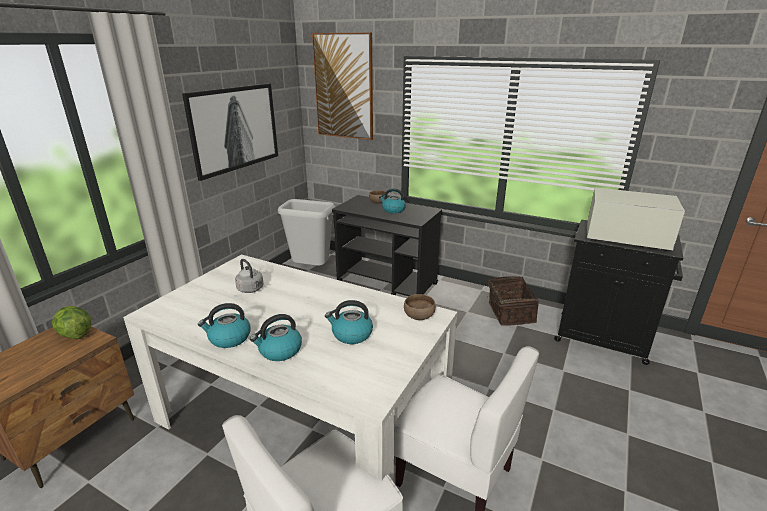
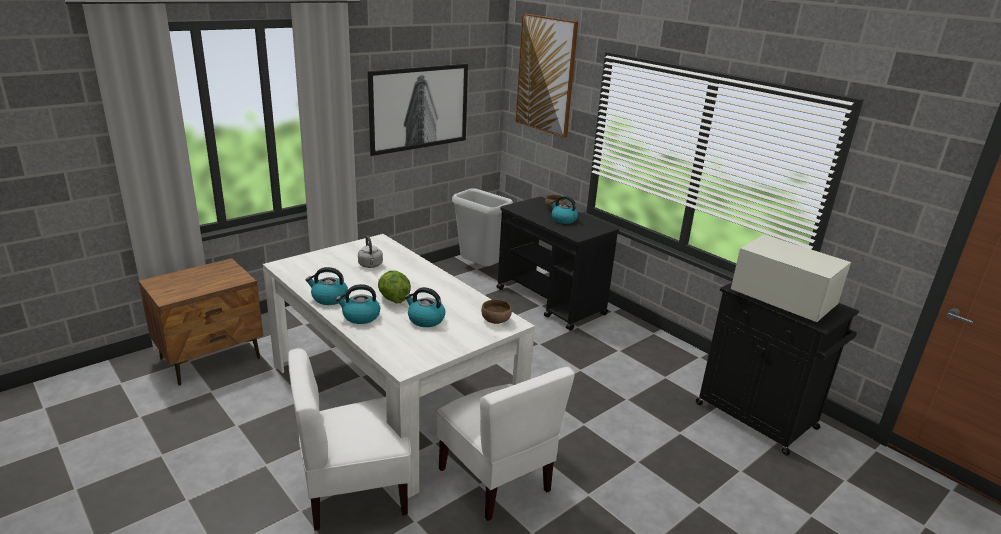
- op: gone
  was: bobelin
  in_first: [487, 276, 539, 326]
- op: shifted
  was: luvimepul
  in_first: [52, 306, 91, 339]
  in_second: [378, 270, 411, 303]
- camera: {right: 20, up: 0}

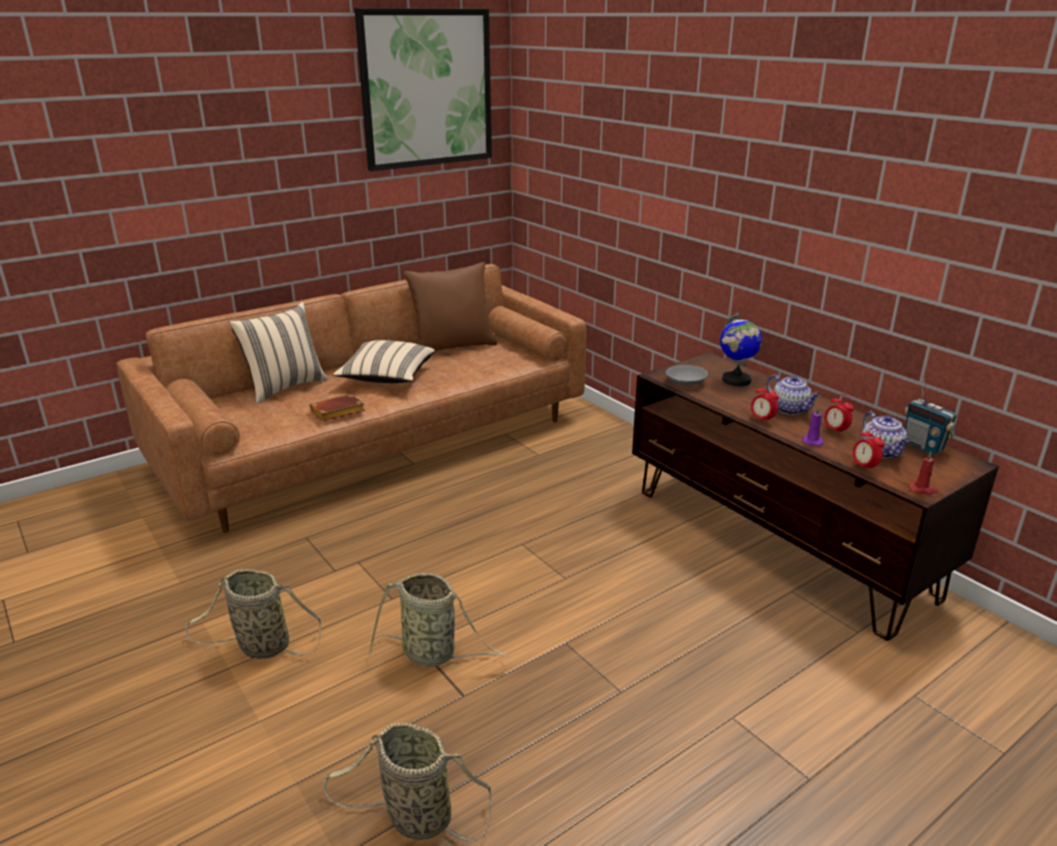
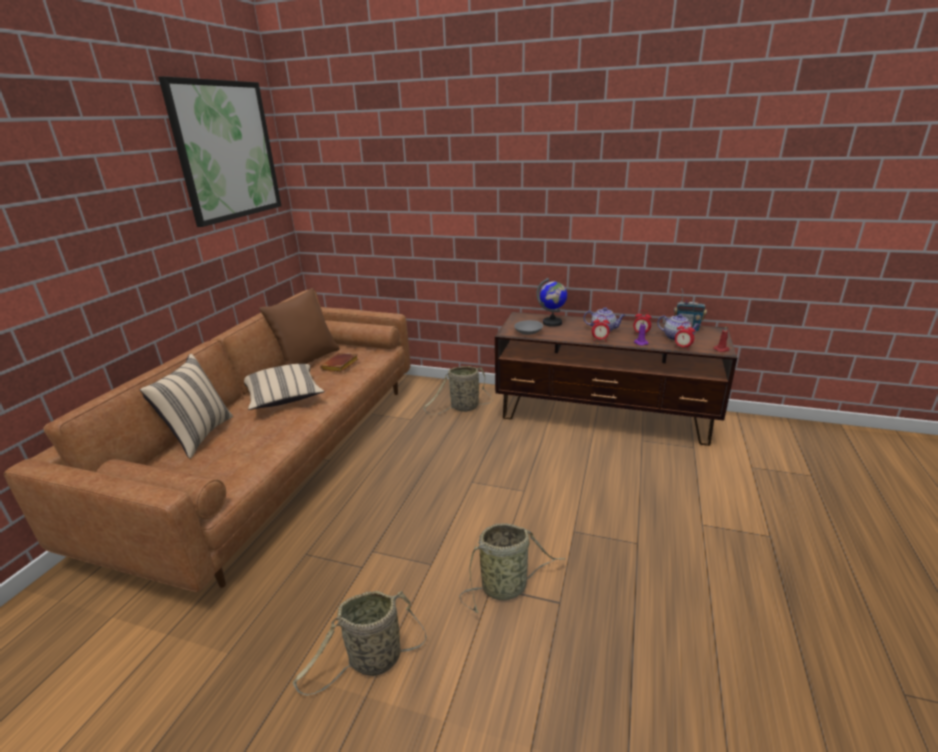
- op: shifted
  was: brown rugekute
  in_first: [310, 394, 365, 421]
  in_second: [320, 353, 359, 372]
- op: shifted
  was: bobelin
  in_first: [324, 723, 491, 842]
  in_second: [423, 366, 493, 415]
- camera: {right: -35, up: 0}

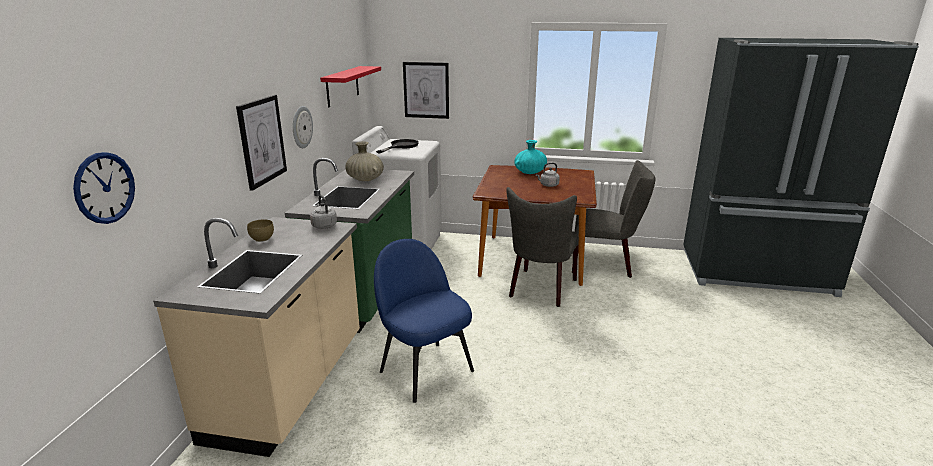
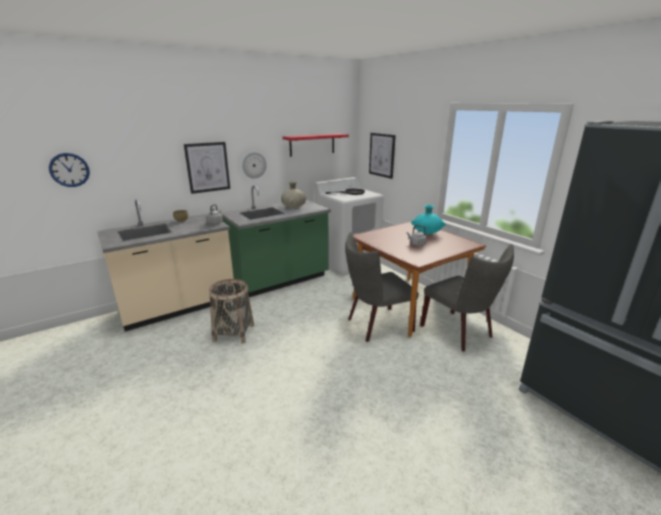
- op: swapped
  was: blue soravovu
  now: bobelin
  in_first: [374, 239, 474, 403]
  in_second: [209, 279, 254, 343]
- camera: {right: 45, up: 0}

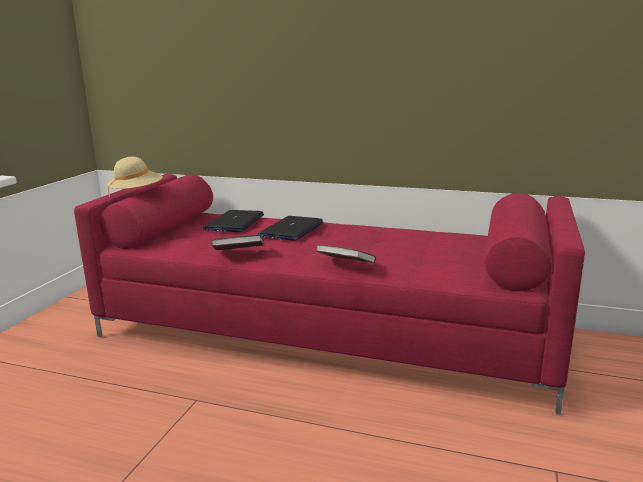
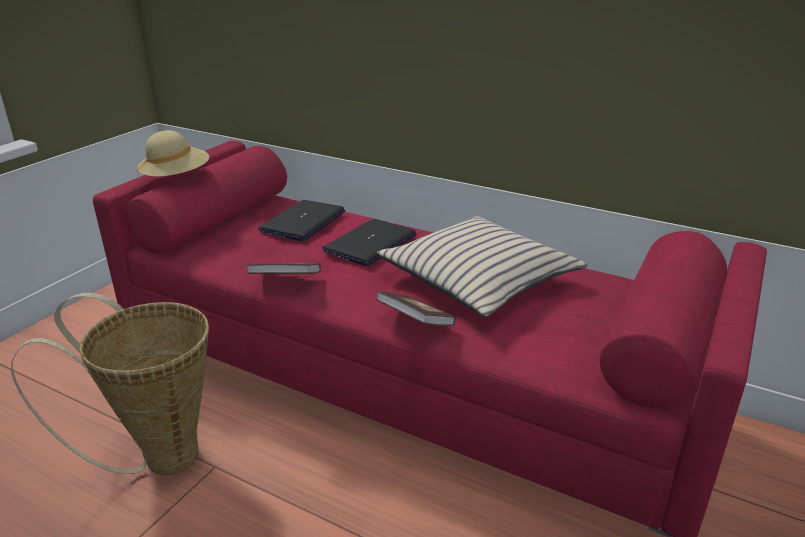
- op: new
  now: bobelin
  in_second: [11, 293, 209, 475]
- op: new
  now: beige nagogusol
  in_second: [377, 216, 587, 317]
- camera: {right: 10, up: 10}

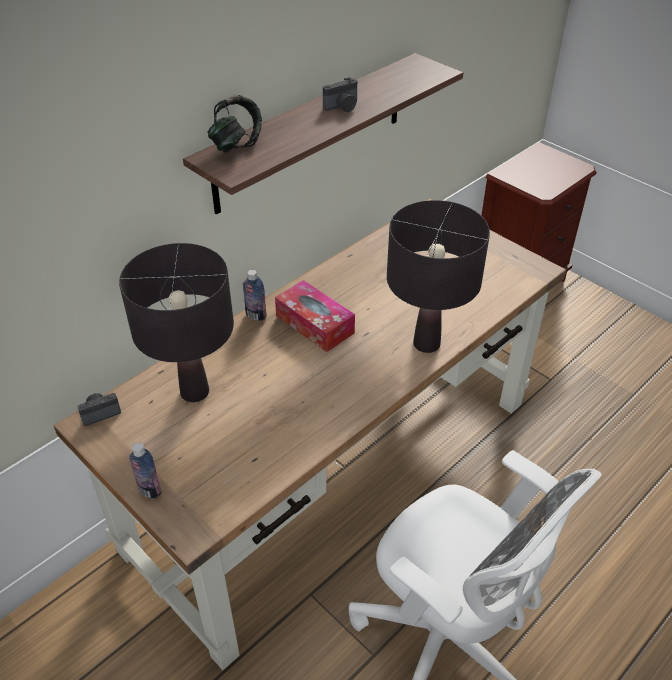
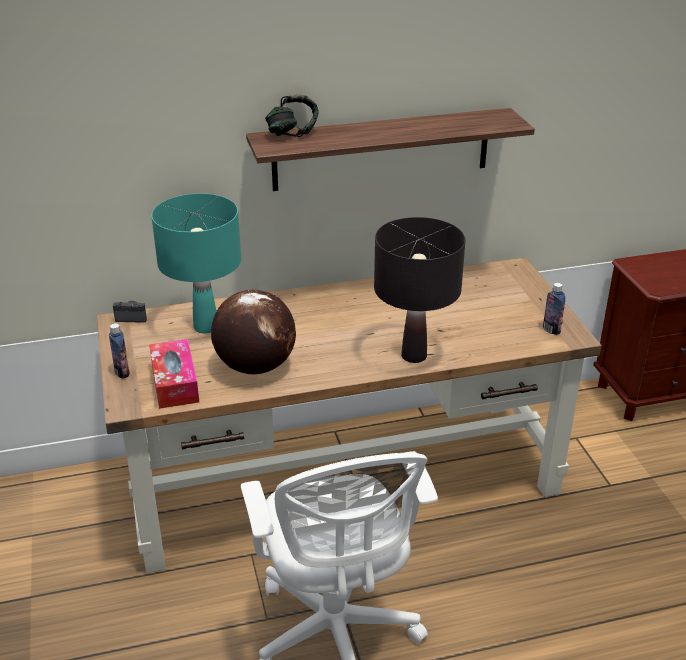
- op: gone
  was: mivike
  in_first: [323, 77, 357, 112]
- op: new
  now: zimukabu
  in_second: [211, 290, 296, 374]
- op: shifted
  was: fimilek
  in_first: [243, 270, 267, 321]
  in_second: [543, 283, 565, 335]
- op: shifted
  was: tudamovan
  in_first: [275, 280, 355, 352]
  in_second: [149, 339, 199, 409]
- op: repainted
  was: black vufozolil
  now: turquoise vufozolil
  in_first: [119, 243, 234, 402]
  in_second: [151, 193, 241, 334]
- camera: {right: 30, up: -10}

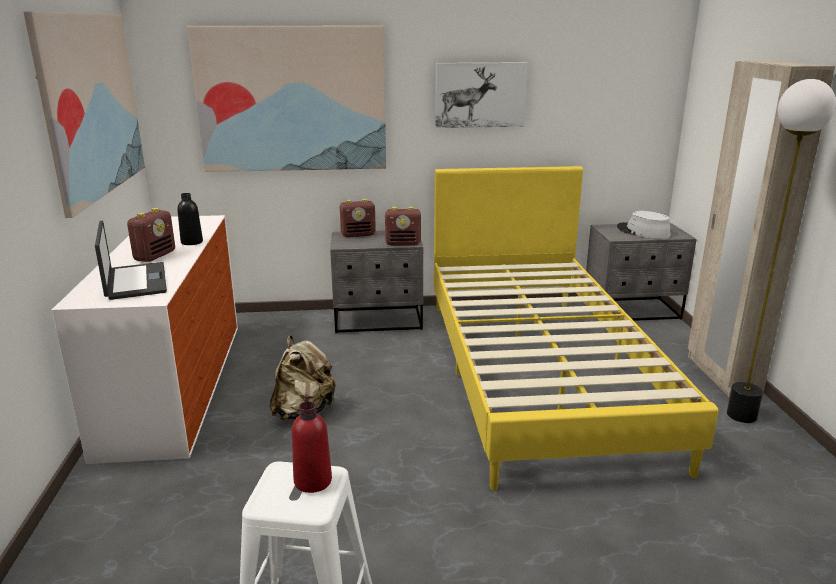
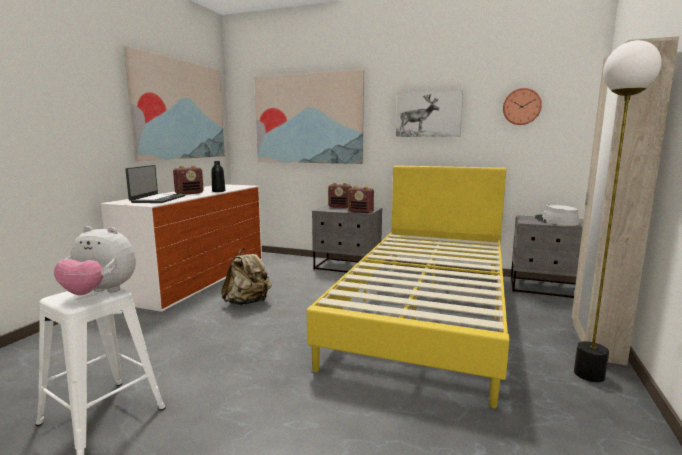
- op: new
  now: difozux
  in_second: [503, 88, 542, 125]
- op: swapped
  was: red fimilek
  now: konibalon
  in_first: [292, 402, 332, 493]
  in_second: [54, 226, 136, 295]
- camera: {right: 25, up: -10}

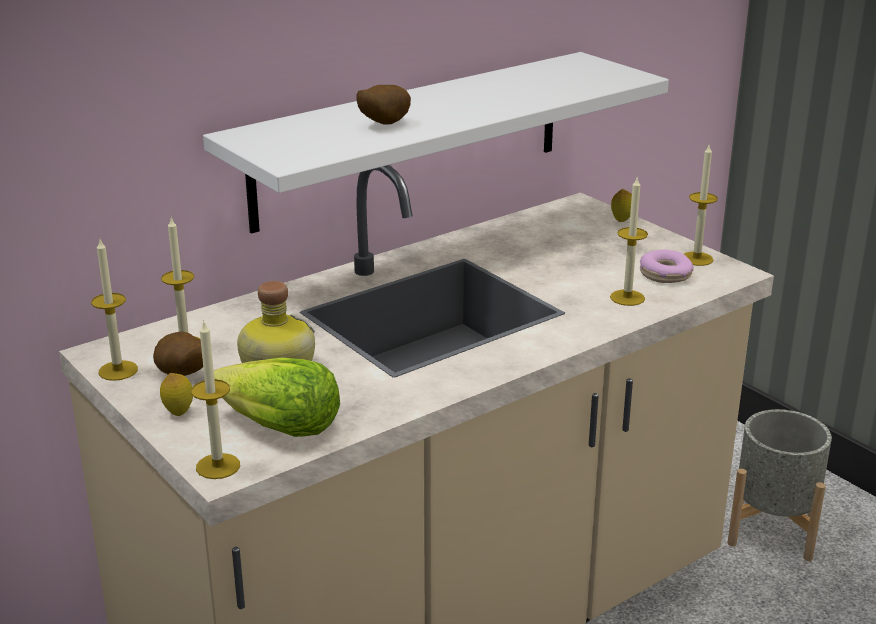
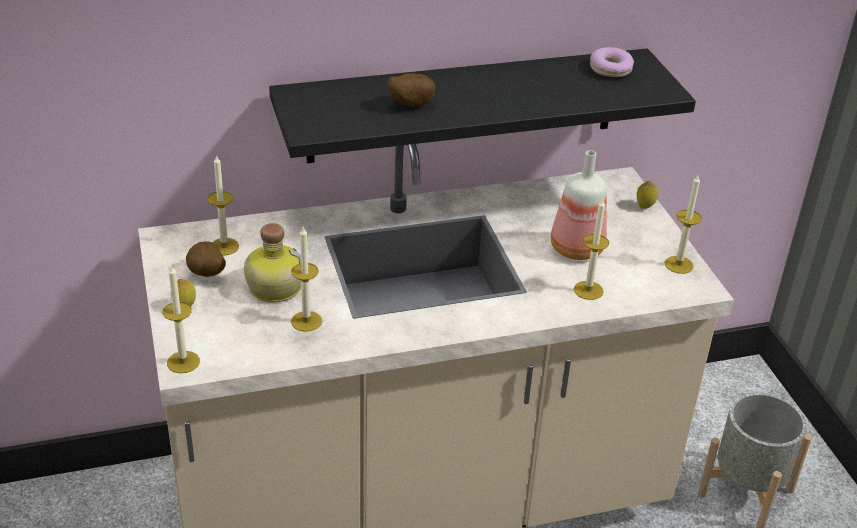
- op: gone
  was: luvimepul
  in_first: [214, 358, 340, 437]
- op: new
  now: fimilek
  in_second: [551, 150, 607, 260]
- op: shifted
  was: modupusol
  in_first: [91, 240, 138, 381]
  in_second: [291, 226, 322, 332]
- op: shifted
  was: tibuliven
  in_first: [640, 249, 694, 283]
  in_second: [590, 47, 634, 77]
- op: repainted
  was: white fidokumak
  now: black fidokumak
  in_first: [203, 52, 669, 234]
  in_second: [269, 49, 696, 163]
- camera: {right: 20, up: 10}

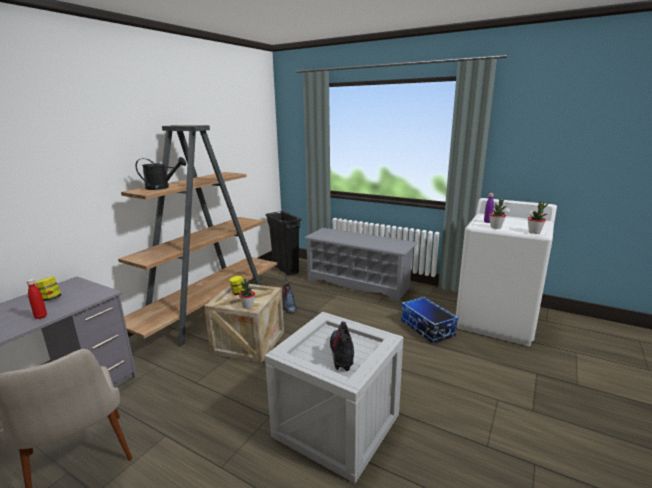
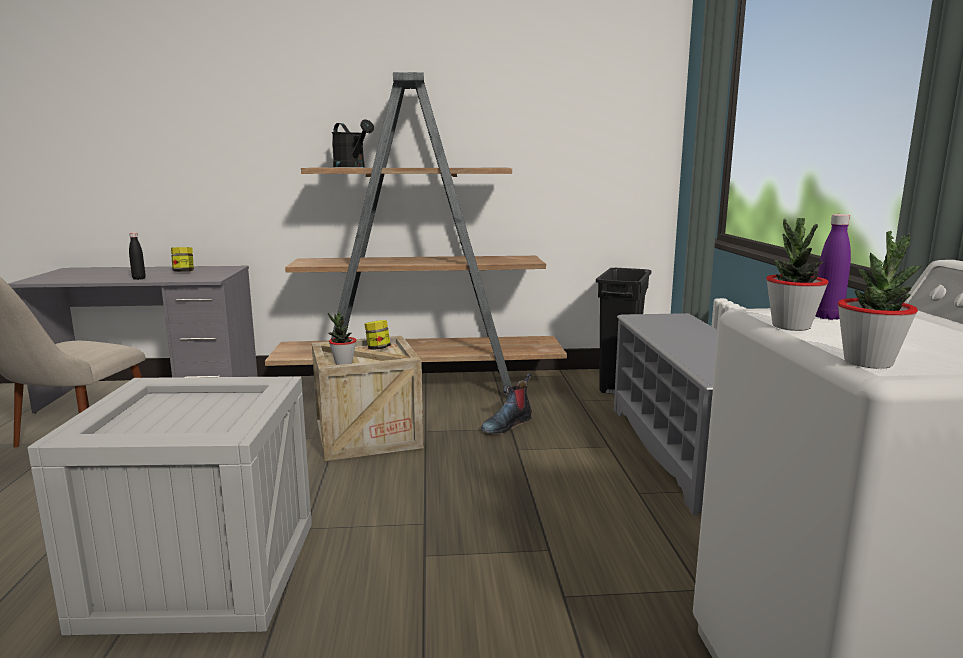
- op: gone
  was: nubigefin
  in_first: [330, 321, 354, 371]
- op: gone
  was: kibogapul
  in_first: [401, 297, 458, 344]
- op: repainted
  was: red fimilek
  now: black fimilek
  in_first: [27, 279, 47, 319]
  in_second: [129, 232, 146, 280]
- camera: {right: 55, up: -5}

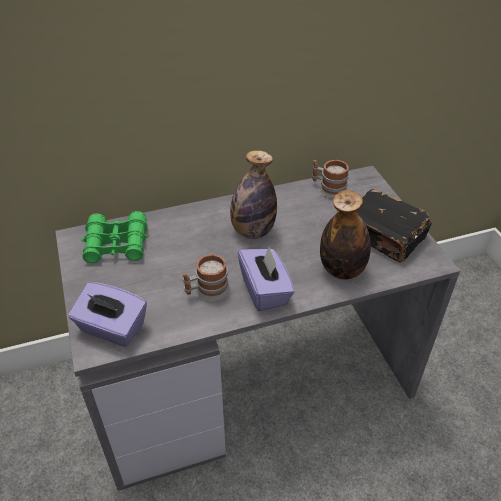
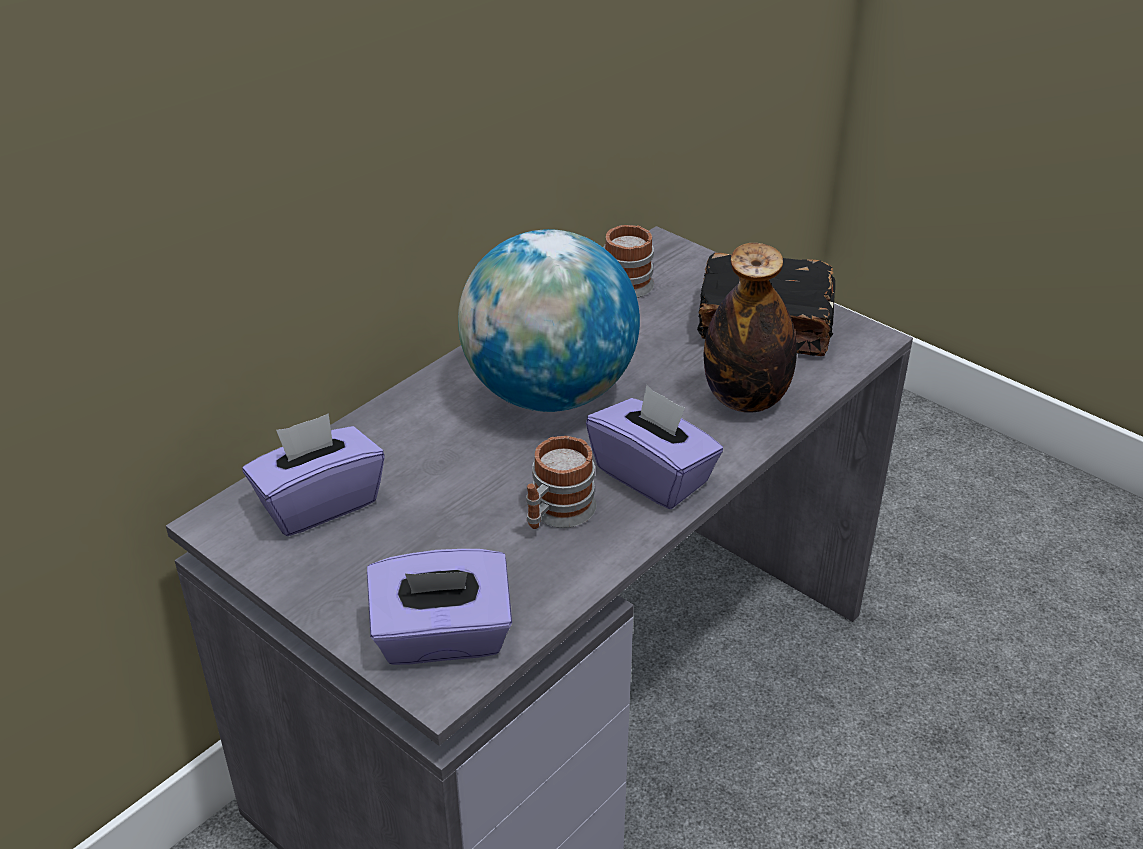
- op: swapped
  was: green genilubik
  now: purple tudamovan
  in_first: [81, 211, 149, 263]
  in_second: [242, 413, 385, 536]
- op: swapped
  was: fimilek
  now: zimukabu
  in_first: [230, 150, 277, 239]
  in_second: [458, 229, 640, 412]
- camera: {right: -30, up: -5}

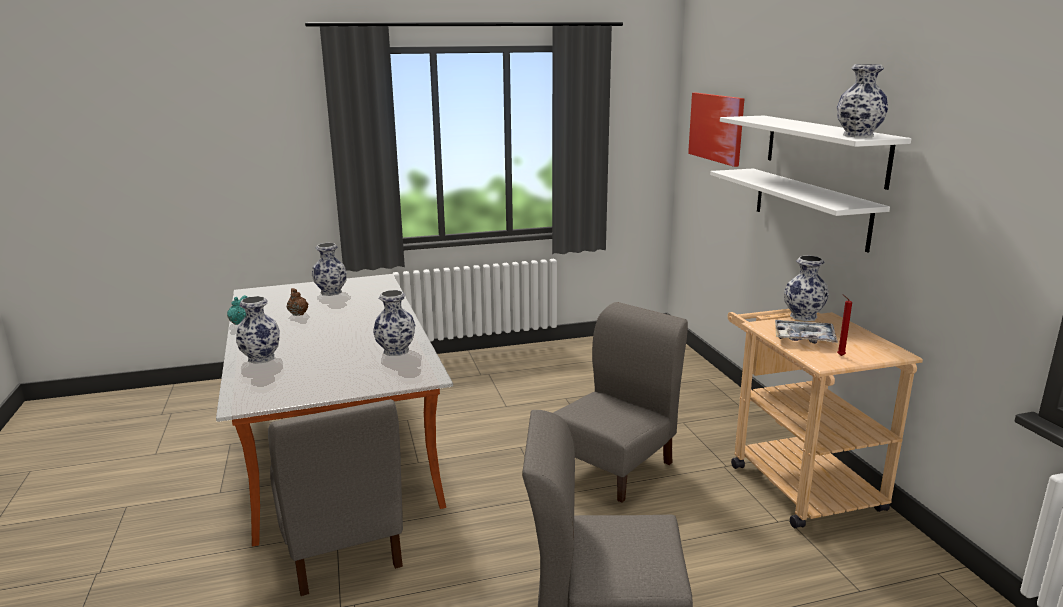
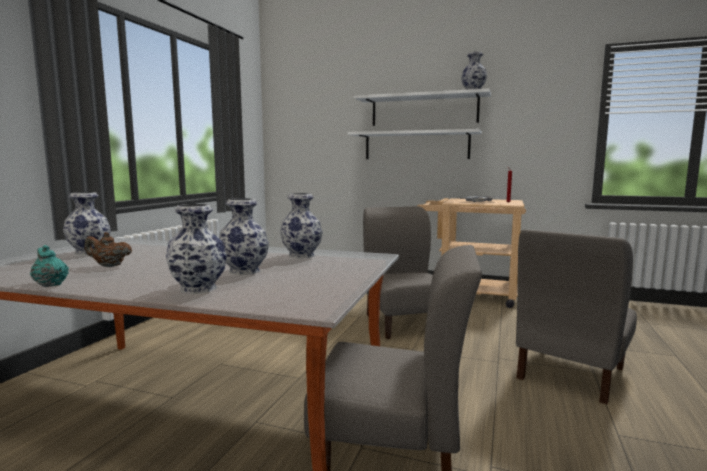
- op: gone
  was: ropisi
  in_first: [688, 93, 744, 167]
- op: shifted
  was: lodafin
  in_first: [784, 256, 829, 321]
  in_second: [219, 198, 269, 275]
- camera: {right: -55, up: -10}

